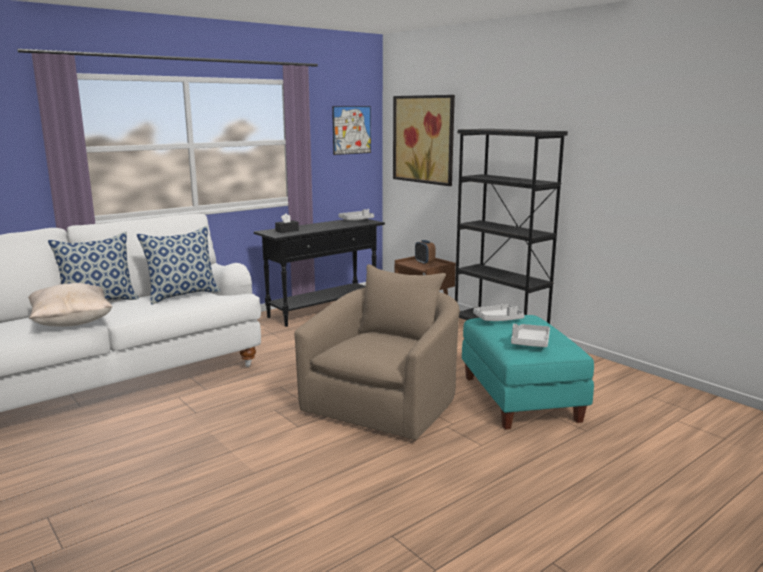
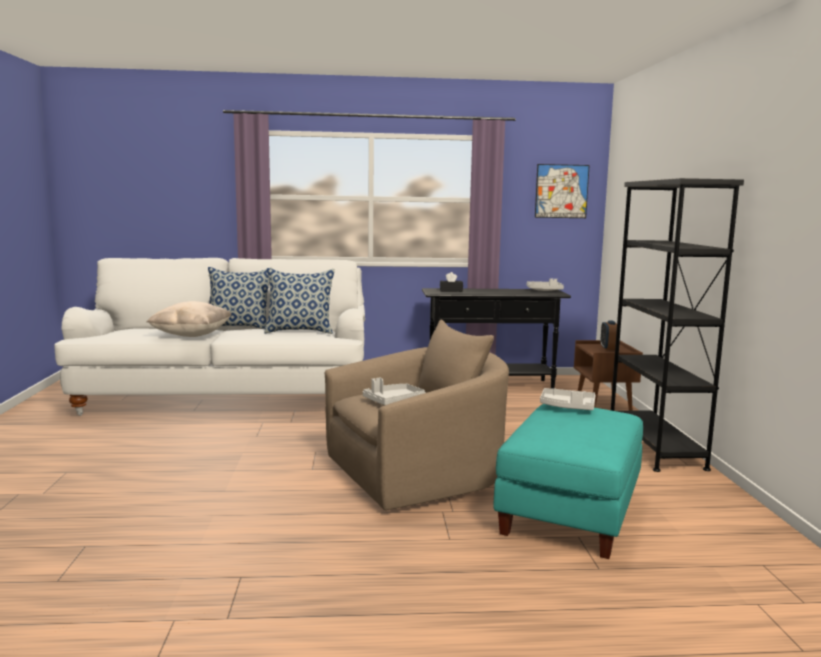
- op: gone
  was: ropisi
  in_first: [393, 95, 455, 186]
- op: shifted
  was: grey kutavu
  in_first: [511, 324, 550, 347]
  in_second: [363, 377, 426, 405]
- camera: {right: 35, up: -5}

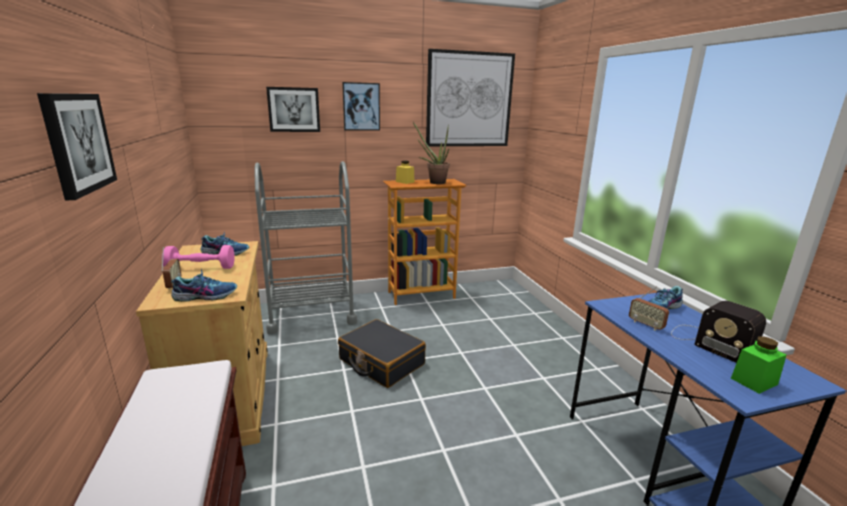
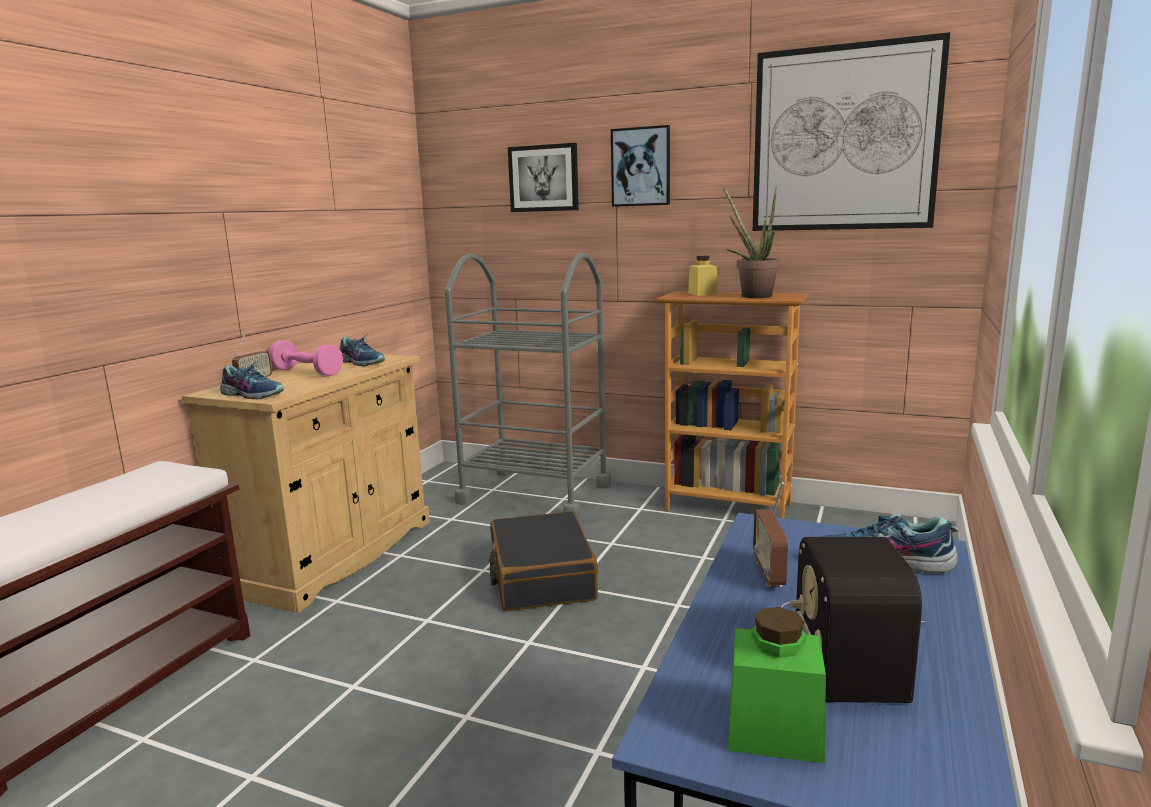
- op: gone
  was: ropisi
  in_first: [37, 93, 117, 200]
- camera: {right: 40, up: -5}

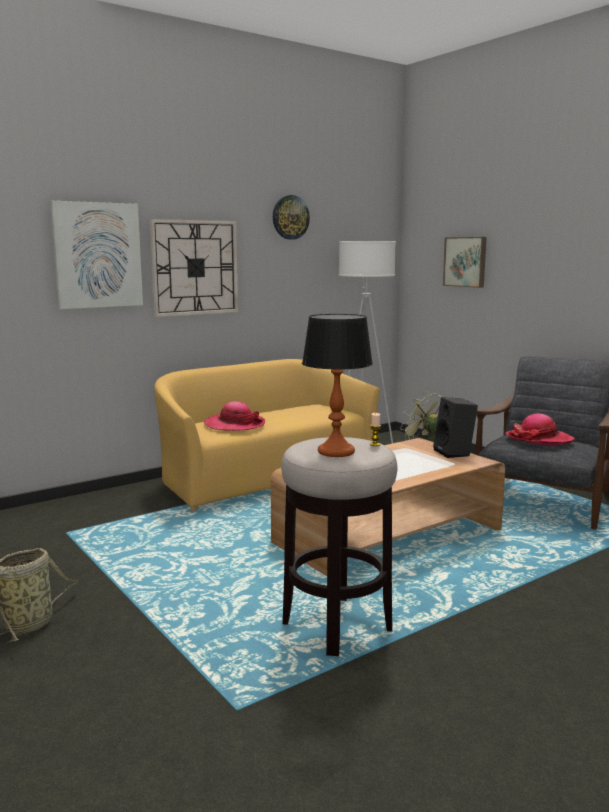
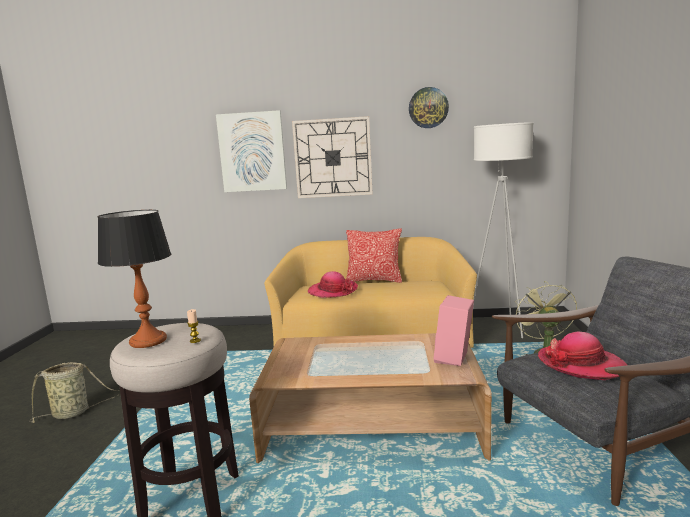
- op: gone
  was: ropisi
  in_first: [443, 237, 487, 288]
- op: new
  now: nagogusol
  in_second: [346, 229, 402, 283]
- op: repainted
  was: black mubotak
  now: pink mubotak
  in_first: [433, 397, 478, 458]
  in_second: [434, 295, 474, 366]
- camera: {right: 40, up: 0}

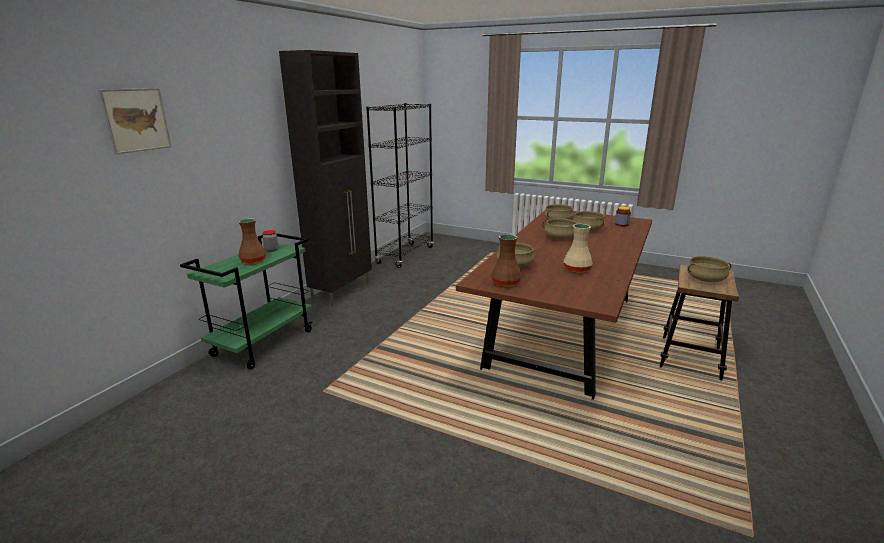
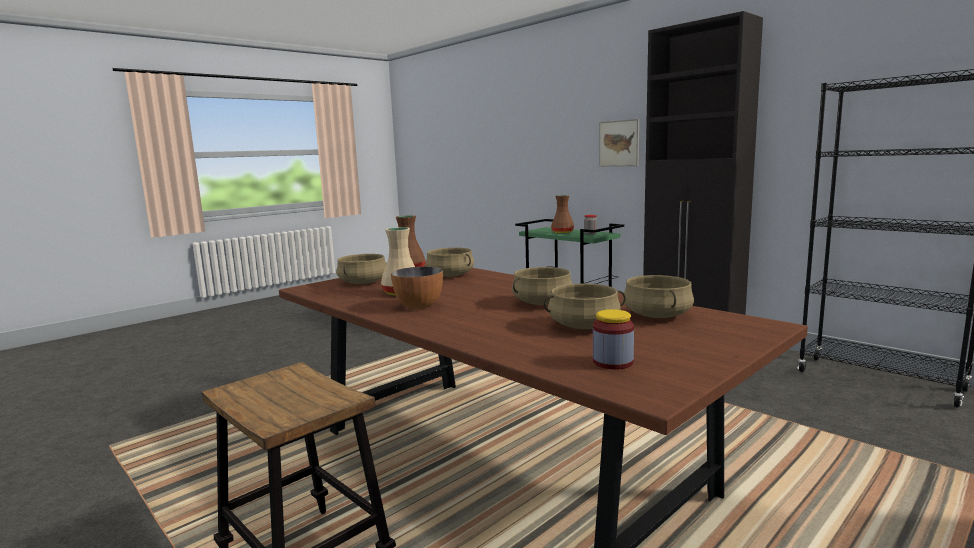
- op: new
  now: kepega
  in_second: [391, 267, 443, 309]
- op: shifted
  was: ropisi
  in_first: [98, 88, 171, 154]
  in_second: [599, 119, 639, 167]
- op: shifted
  was: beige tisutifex
  in_first: [687, 256, 731, 282]
  in_second: [336, 254, 386, 284]
- camera: {right: 110, up: -10}

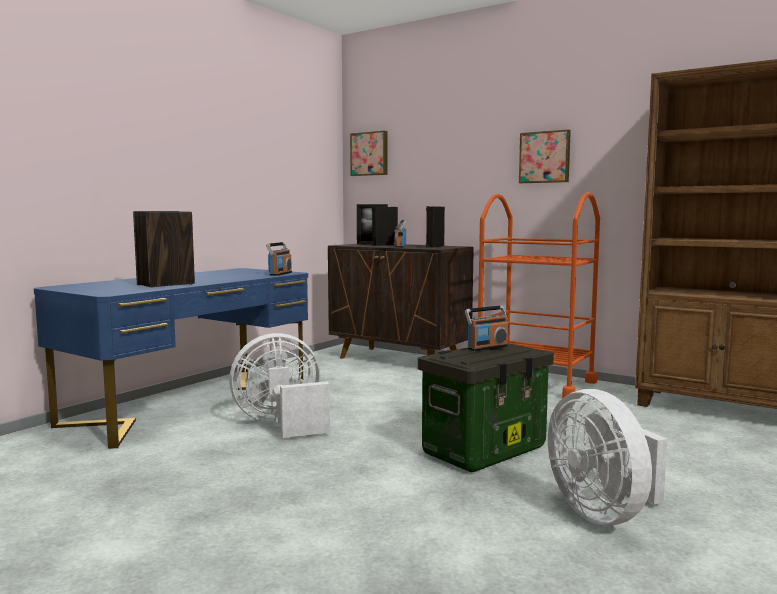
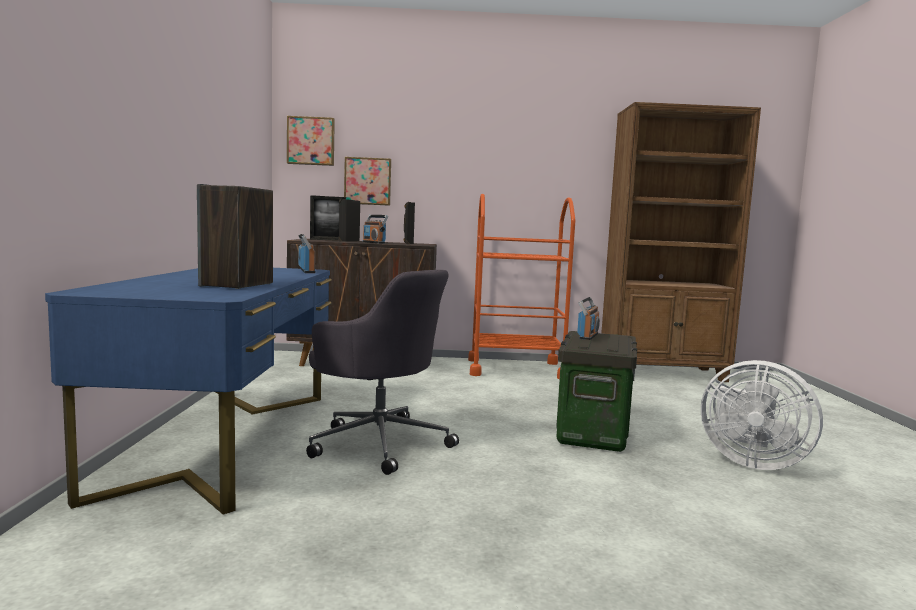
- op: shifted
  was: ropisi
  in_first: [519, 129, 571, 183]
  in_second: [344, 157, 391, 206]
- op: swapped
  was: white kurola
  now: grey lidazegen
  in_first: [229, 333, 330, 438]
  in_second: [306, 270, 459, 475]
- camera: {right: -35, up: 0}

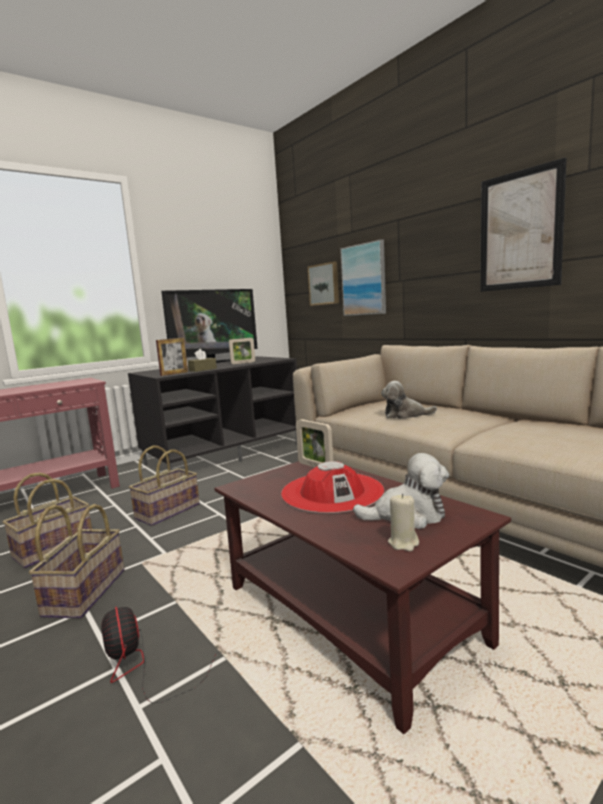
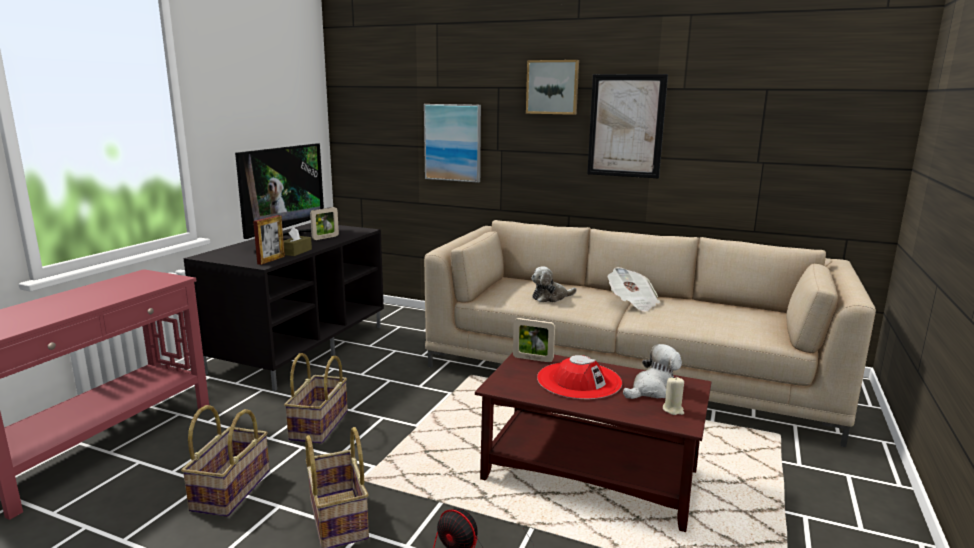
- op: new
  now: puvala
  in_second: [607, 267, 660, 312]
- op: shifted
  was: ropisi
  in_first: [308, 262, 339, 306]
  in_second: [526, 60, 579, 115]
- camera: {right: -30, up: 5}

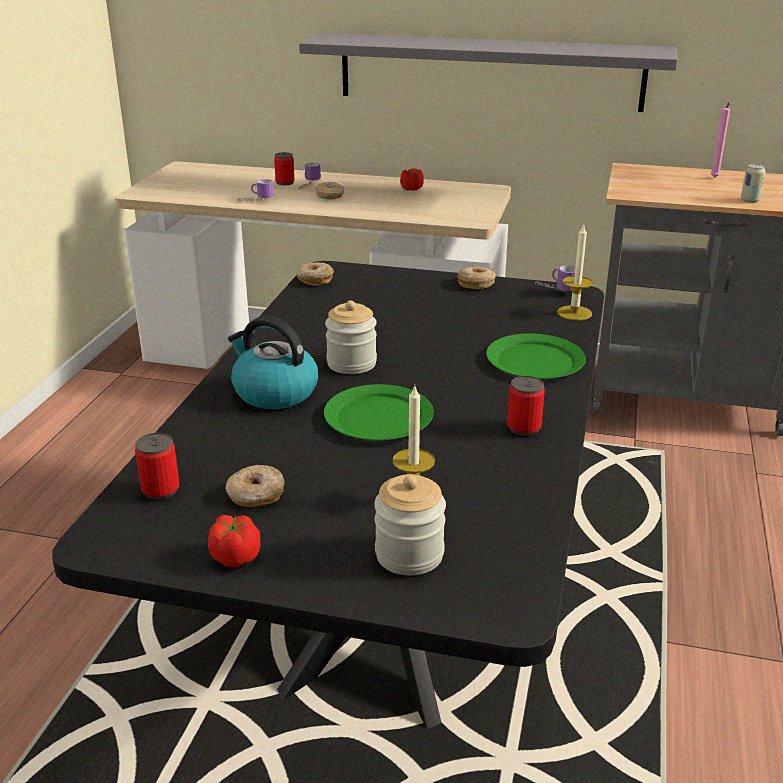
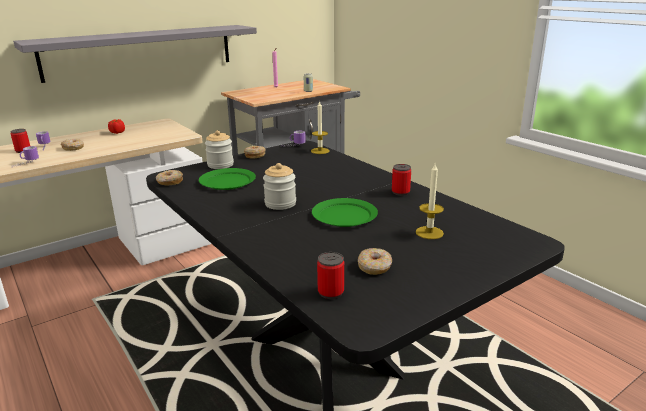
- op: gone
  was: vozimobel
  in_first: [208, 515, 260, 567]
- op: gone
  was: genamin
  in_first: [228, 316, 318, 409]
- op: shifted
  was: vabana
  in_first: [374, 474, 446, 575]
  in_second: [205, 130, 234, 169]
- op: shifted
  was: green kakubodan
  in_first: [486, 333, 586, 379]
  in_second: [199, 168, 256, 190]
- camera: {right: -50, up: -5}

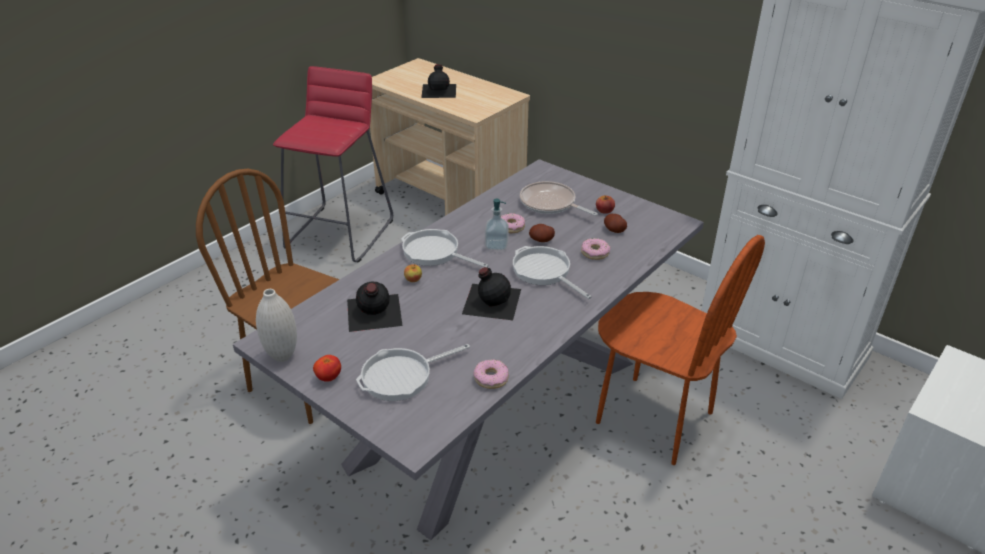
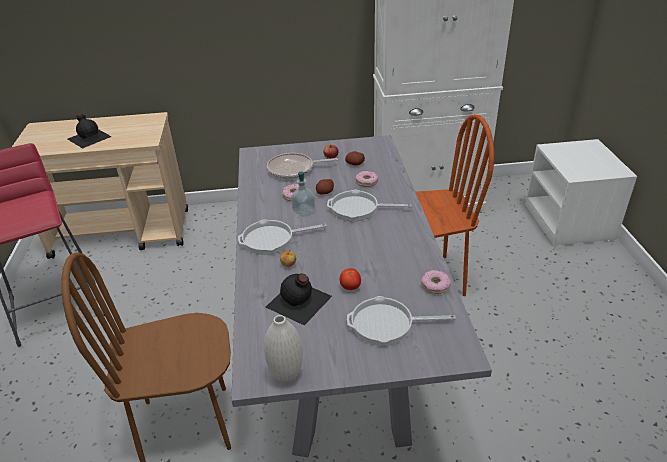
- op: gone
  was: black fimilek
  in_first: [462, 267, 521, 320]
- op: shifted
  was: vozimobel
  in_first: [313, 355, 341, 382]
  in_second: [340, 268, 361, 290]
- op: rotated
  was: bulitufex
  in_first: [356, 344, 470, 401]
  in_second: [347, 296, 456, 346]
  clockwise: 75
- camera: {right: -45, up: 0}

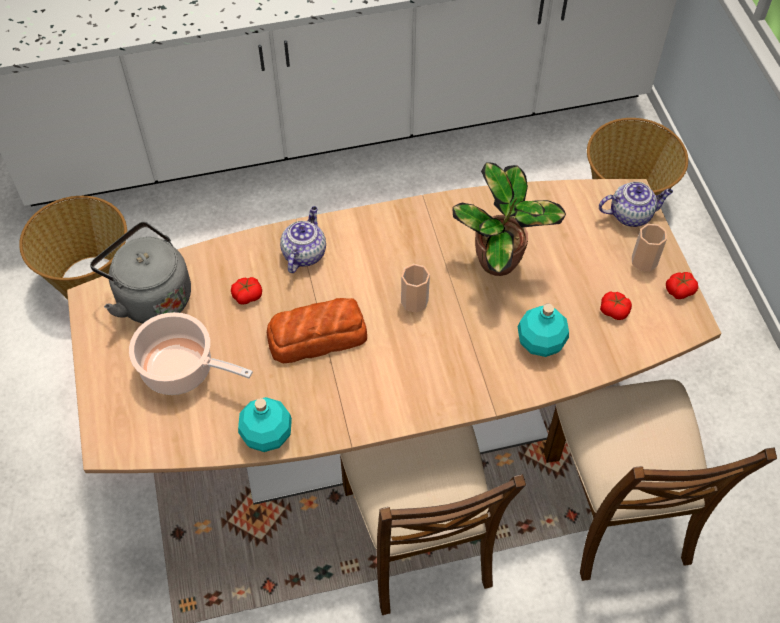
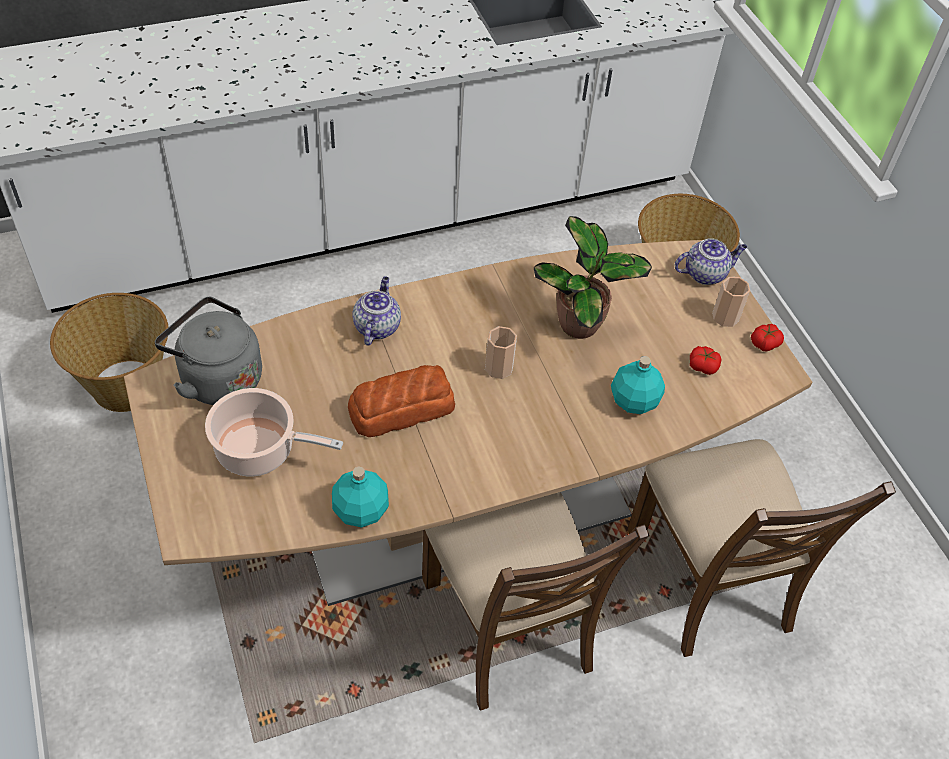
- op: gone
  was: vozimobel
  in_first: [231, 277, 262, 305]
- camera: {right: -10, up: -5}

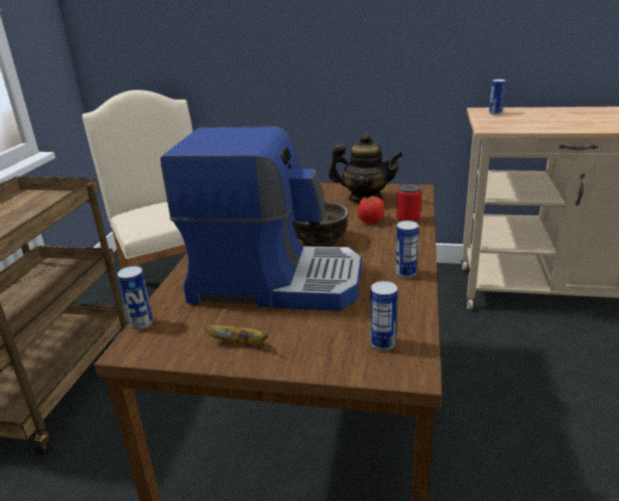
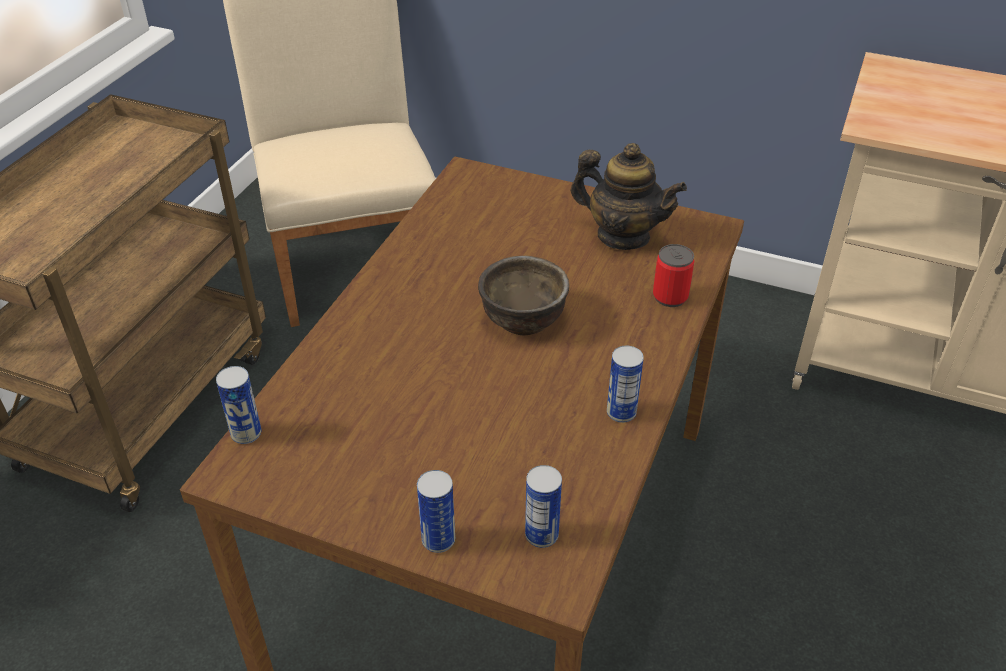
- op: gone
  was: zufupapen
  in_first: [160, 126, 362, 311]
- op: gone
  was: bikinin
  in_first: [205, 325, 268, 344]
- op: gone
  was: vozimobel
  in_first: [358, 196, 384, 224]
- op: shifted
  was: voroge
  in_first: [489, 79, 506, 115]
  in_second: [417, 470, 455, 553]
- camera: {right: 10, up: 15}

